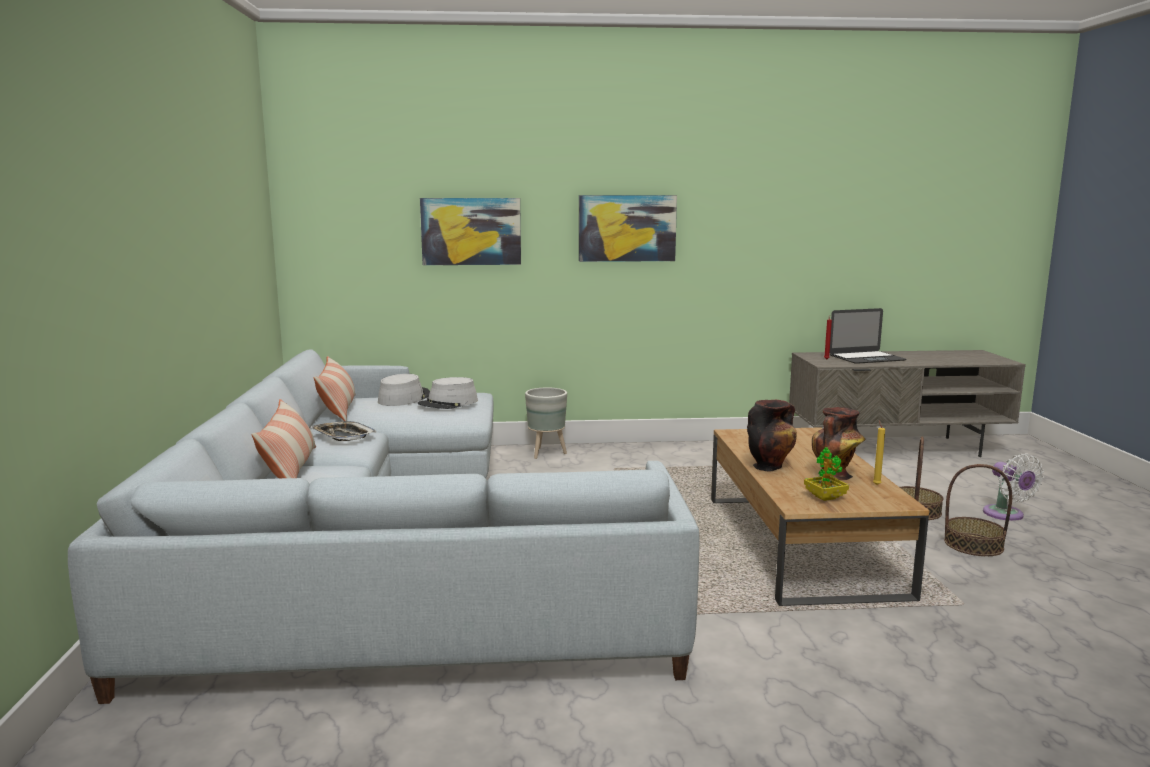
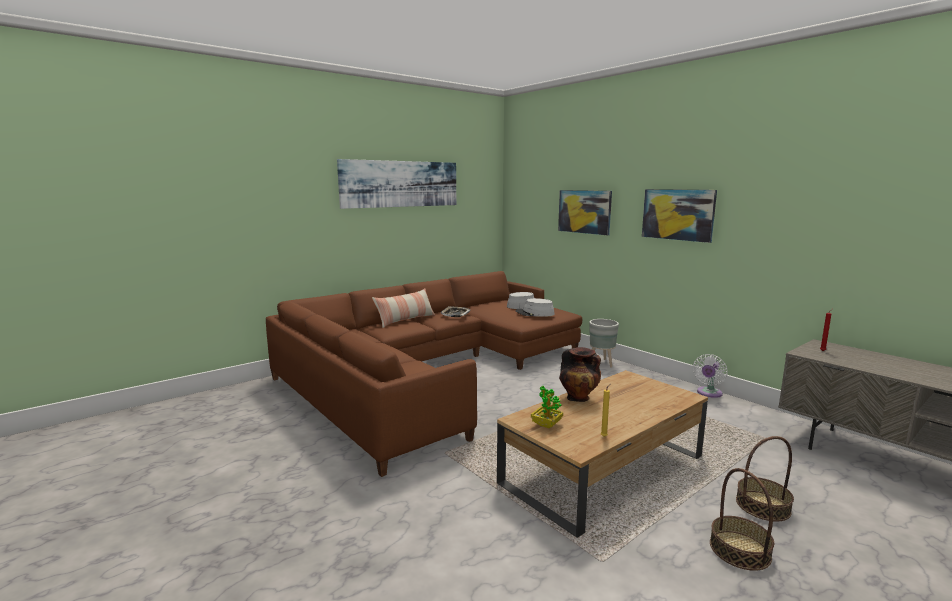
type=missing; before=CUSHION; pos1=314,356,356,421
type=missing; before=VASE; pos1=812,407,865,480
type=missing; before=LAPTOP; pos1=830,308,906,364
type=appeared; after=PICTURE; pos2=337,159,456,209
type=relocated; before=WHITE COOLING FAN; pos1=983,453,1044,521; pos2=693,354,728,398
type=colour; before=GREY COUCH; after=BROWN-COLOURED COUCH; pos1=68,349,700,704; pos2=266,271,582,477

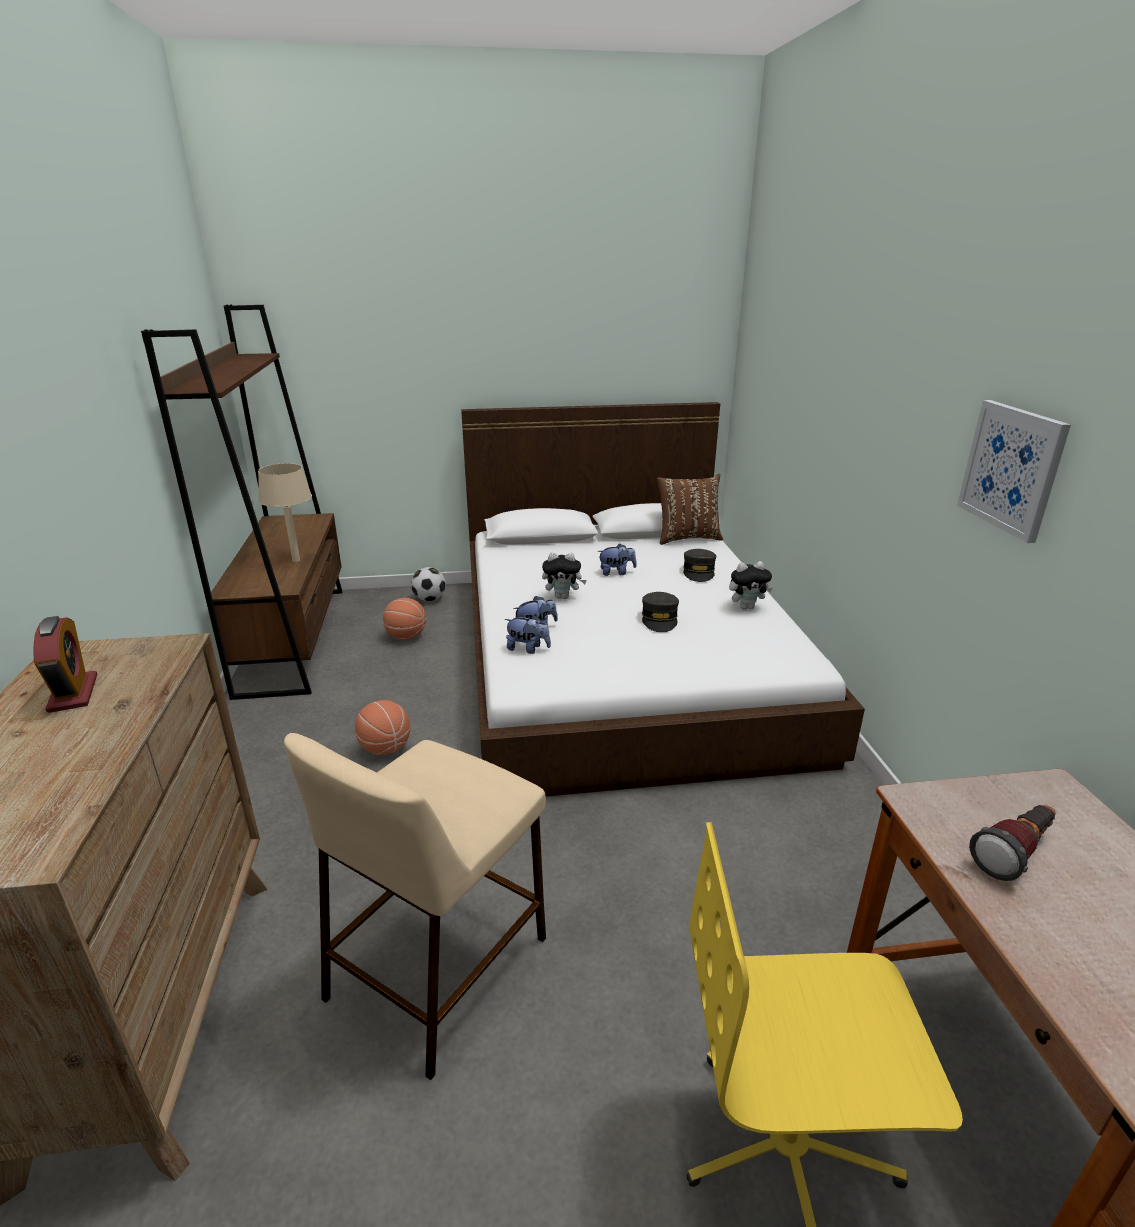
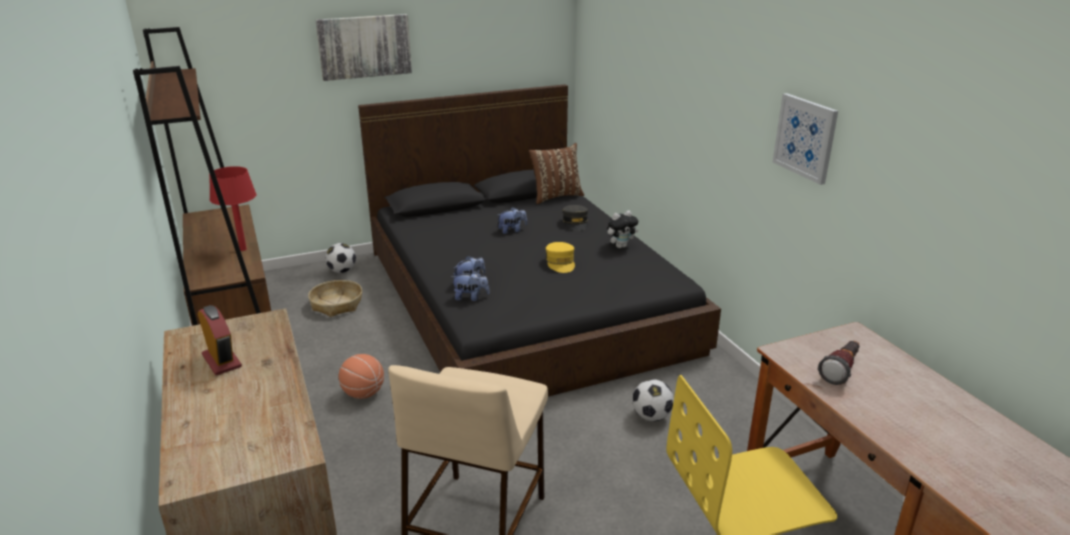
type=missing; before=PLUSH TOY; pos1=542,552,587,599
type=appeared; after=PICTURE; pos2=315,14,412,81
type=appeared; after=FOOTBALL BALL; pos2=632,379,674,421
type=exchanged; before=BALL FOR BASKETBALL; after=HOUSEHOLD BASKET; pos1=383,598,426,640; pos2=308,280,362,317
type=colour; before=BEIGE LAMP FOR A TABLE; after=RED-COLOURED LAMP FOR A TABLE; pos1=258,463,312,562; pos2=209,166,256,251
type=colour; before=WHITE BED; after=BLACKISH BED; pos1=461,402,865,796; pos2=358,84,721,397
type=colour; before=GREY PEAKED CAP; after=YELLOW PEAKED CAP; pos1=642,592,679,632; pos2=546,242,575,273

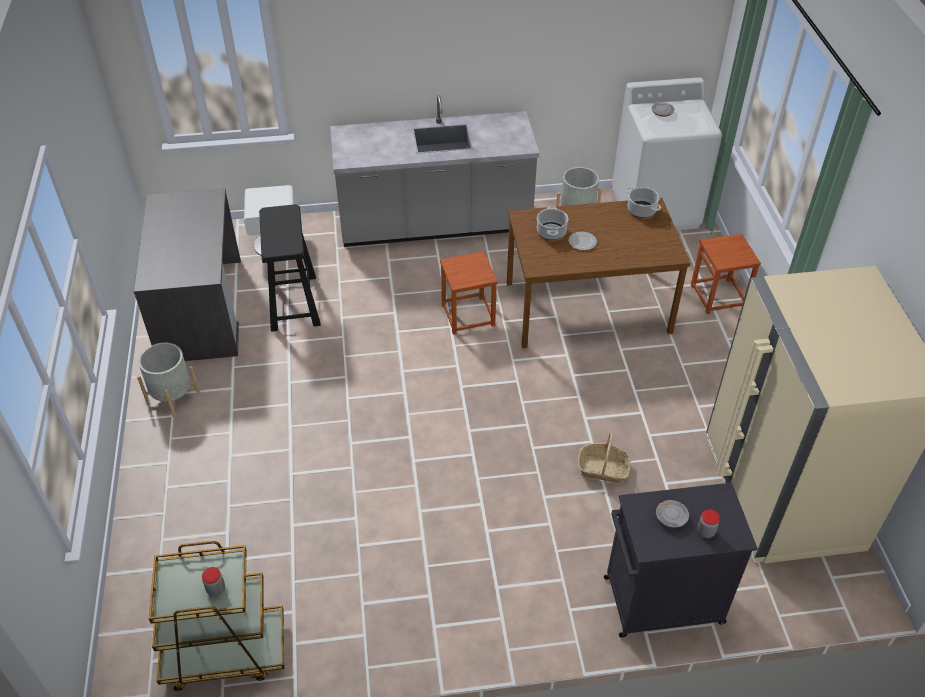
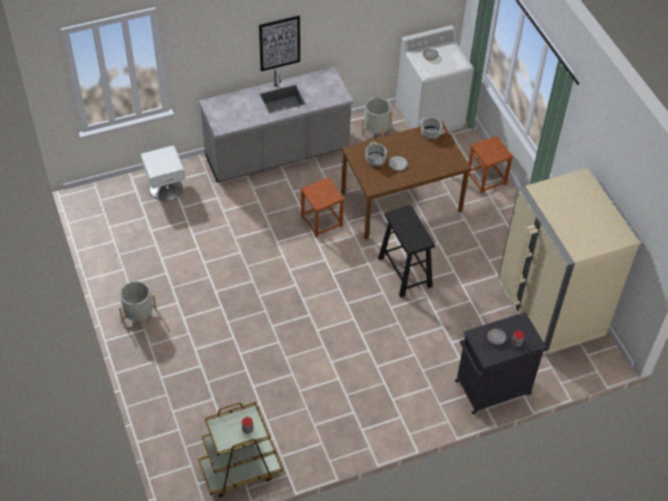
type=missing; before=GREY DESK; pos1=134,188,241,361
type=missing; before=HOUSEHOLD BASKET; pos1=578,432,631,483
type=appeared; after=PICTURE; pos2=259,15,300,71
type=relocated; before=BLACKISH STOOL SEAT; pos1=259,204,321,332; pos2=378,205,435,298

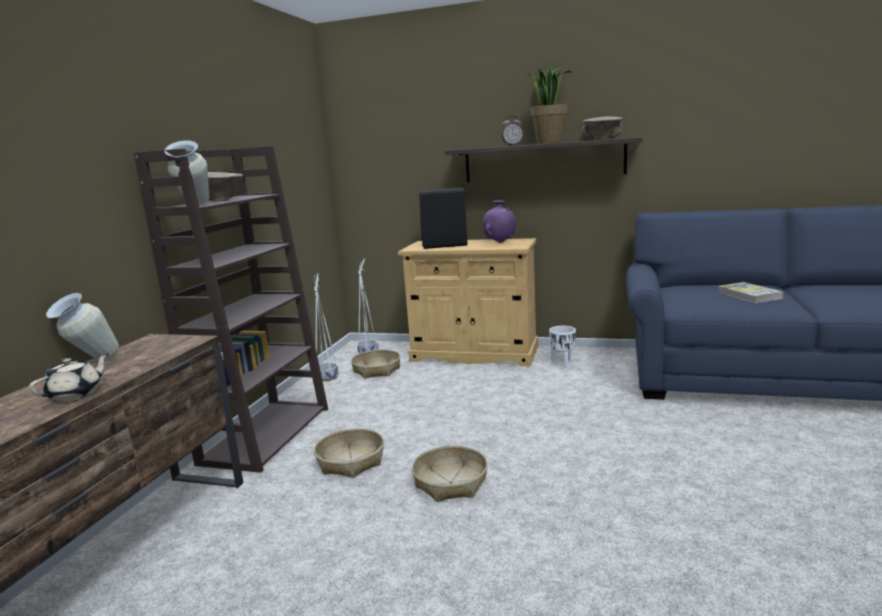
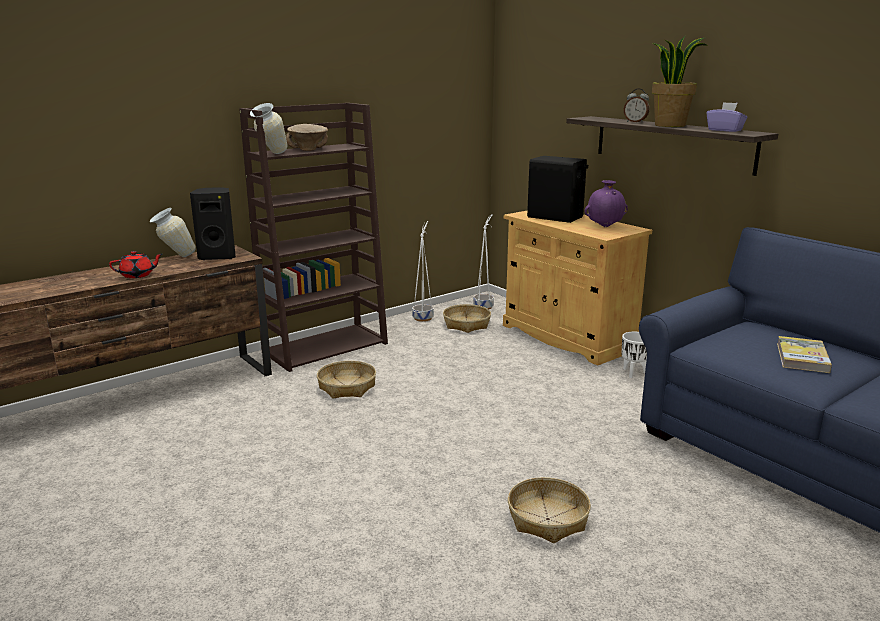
type=appeared; after=BLACKISH SPEAKER; pos2=190,187,236,260
type=relocated; before=HOUSEHOLD BASKET; pos1=412,446,488,502; pos2=508,477,591,543
type=exchanged; before=BEIGE DEEP DISH; after=PURPLE TISSUE HOLDER; pos1=582,117,622,140; pos2=707,102,748,132
type=colour; before=BEIGE POT FOR TEA; after=RED-COLOURED POT FOR TEA; pos1=29,353,109,402; pos2=109,251,162,278

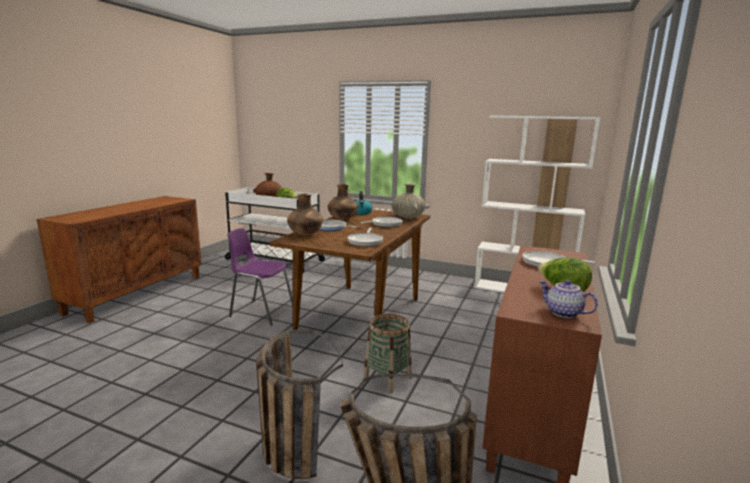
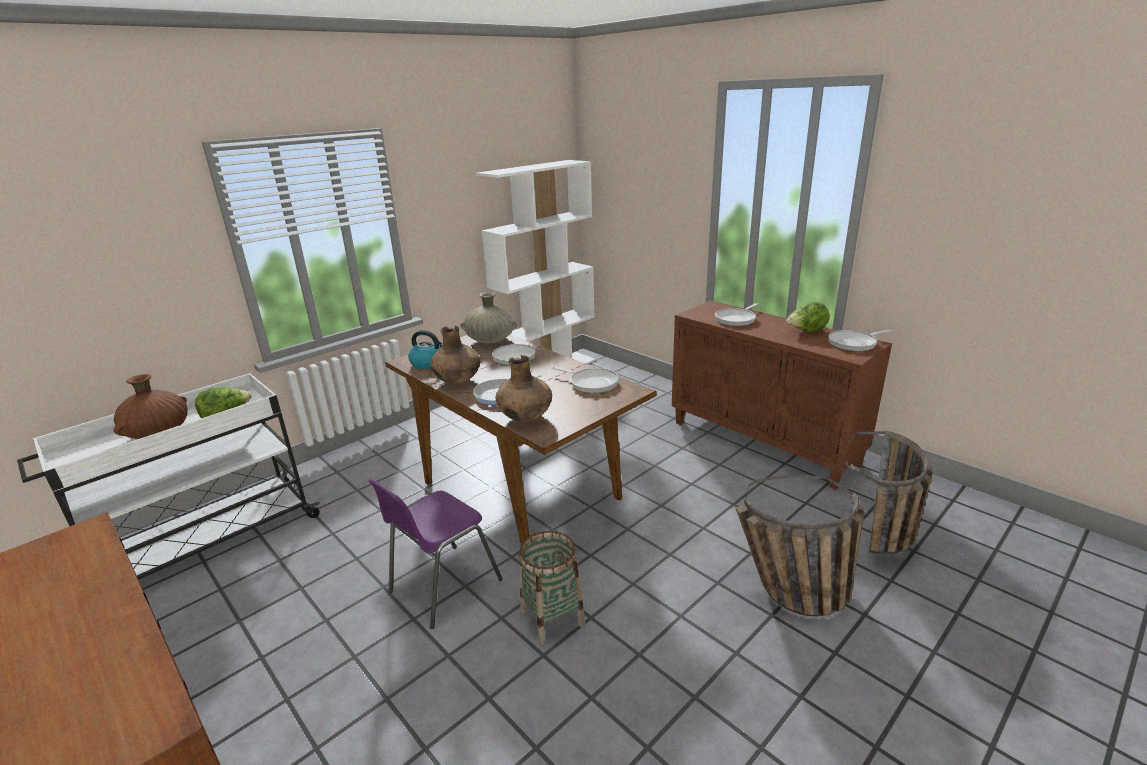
type=relocated; before=HOUSEHOLD BASKET; pos1=363,314,412,393; pos2=519,531,585,645
type=exchanged; before=POT FOR TEA; after=FRYING PAN; pos1=539,280,598,318; pos2=828,330,892,351

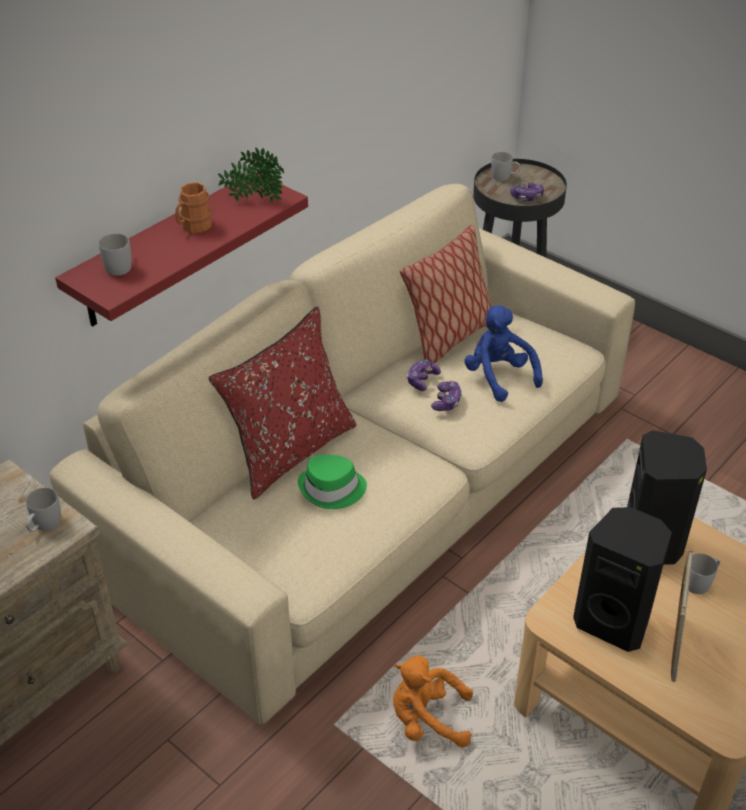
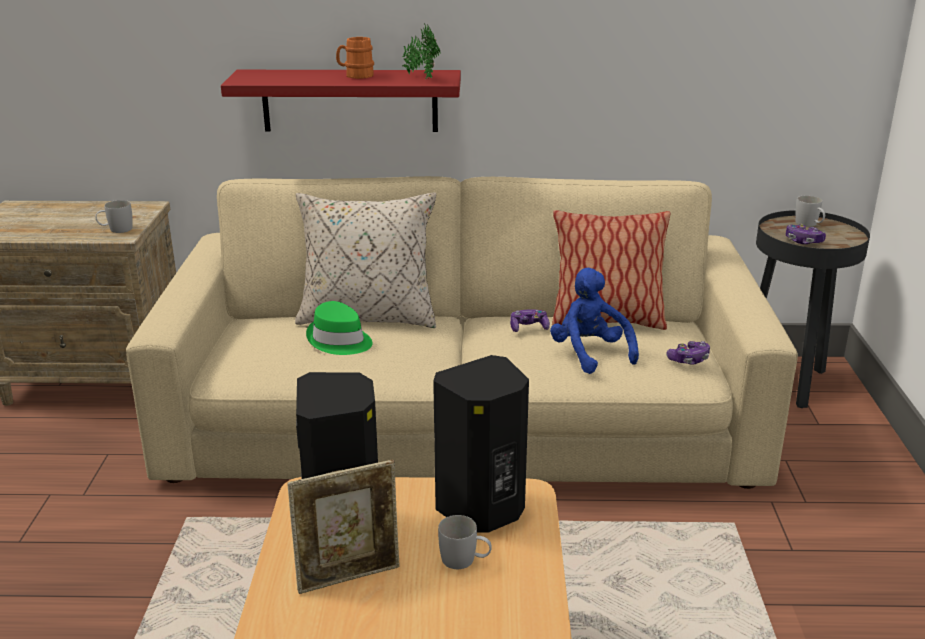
type=missing; before=WHITE MUG; pos1=98,234,132,276
type=missing; before=ORANGEY PLUSH TOY; pos1=393,655,473,748
type=relocated; before=JOYPAD; pos1=431,381,462,411; pos2=667,341,710,365
type=colour; before=RED-COLOURED CUSHION; after=BEIGE CUSHION; pos1=209,307,357,500; pos2=295,192,436,328
type=spun; before=BLUISH PLUSH TOY; pos1=464,305,543,402; pos2=550,268,639,374; turn=-45

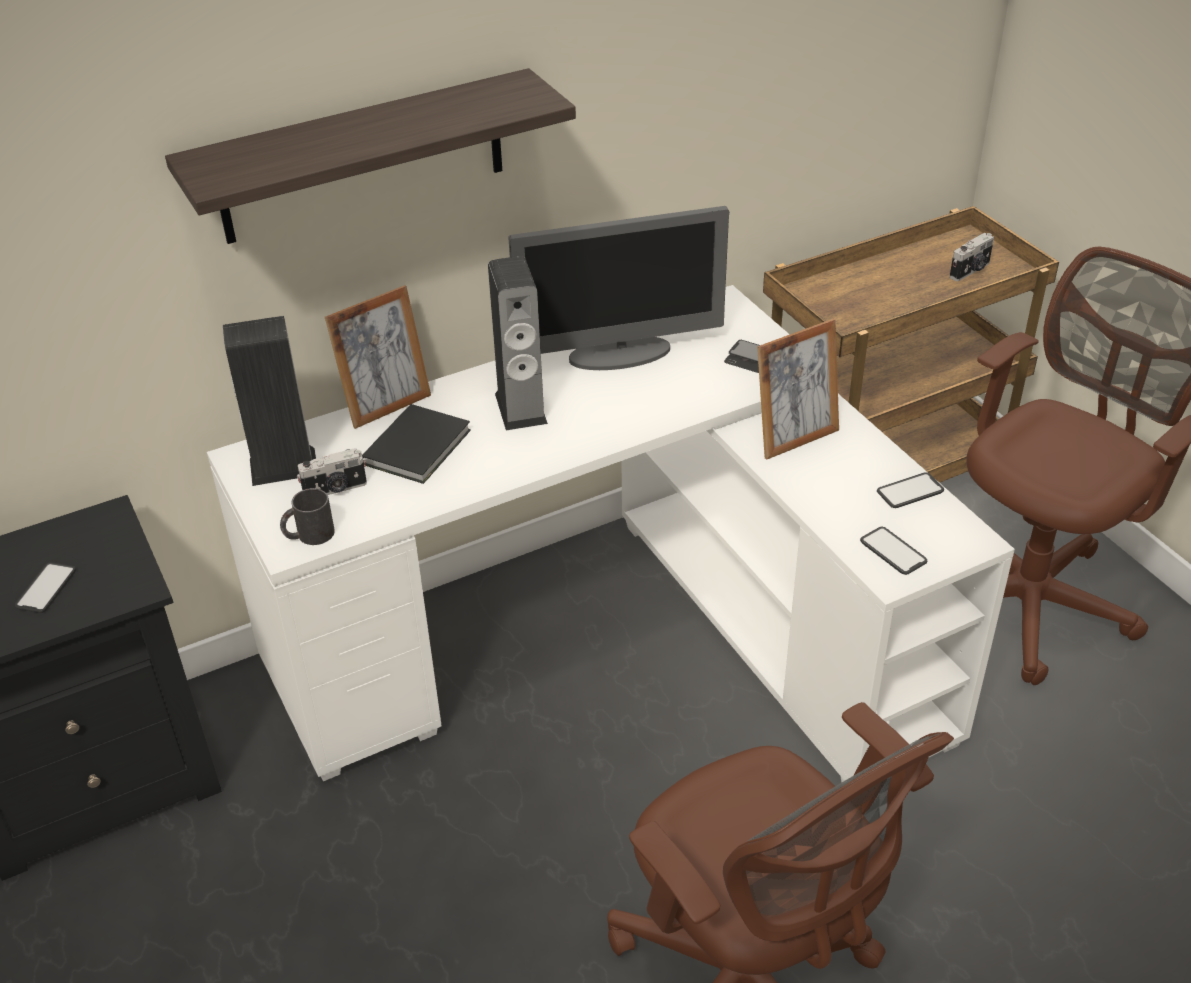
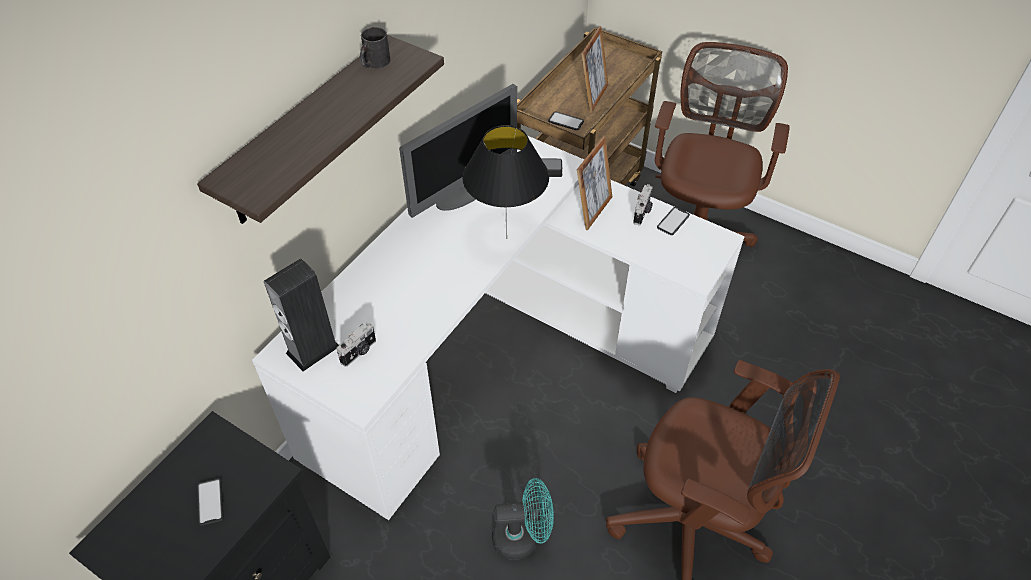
type=missing; before=BLACKISH BOUND BOOK; pos1=362,404,471,484
type=missing; before=SPEAKER; pos1=488,256,548,430
type=appeared; after=BLACKISH LAMP FOR A TABLE; pos2=462,125,549,239
type=appeared; after=BLUE-GREEN COOLING FAN; pos2=492,478,554,560
type=relocated; before=BLACKISH MUG; pos1=280,488,335,545; pos2=360,27,390,68
type=relocated; before=PHOTO FRAME; pos1=325,285,431,429; pos2=581,26,608,113
type=relocated; before=PHONE; pos1=860,527,927,575; pos2=548,112,584,130
type=relocated; before=STILL CAMERA; pos1=949,233,994,281; pos2=633,184,653,225

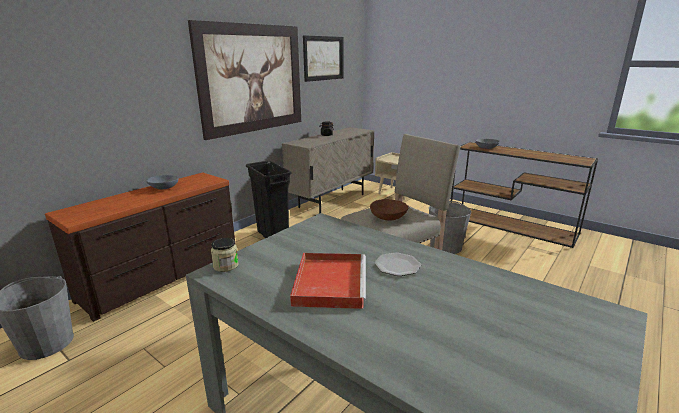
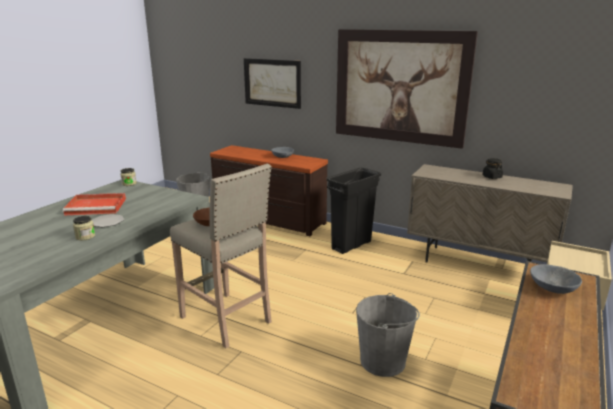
type=appeared; after=PRESERVE JAR; pos2=73,216,95,240
type=relocated; before=PICTURE; pos1=303,35,344,82; pos2=244,58,301,109

